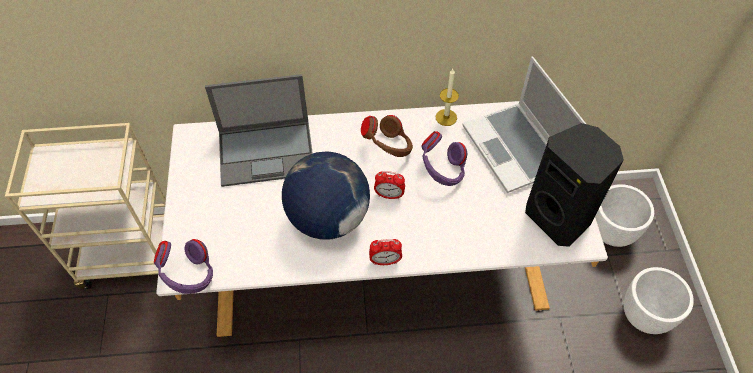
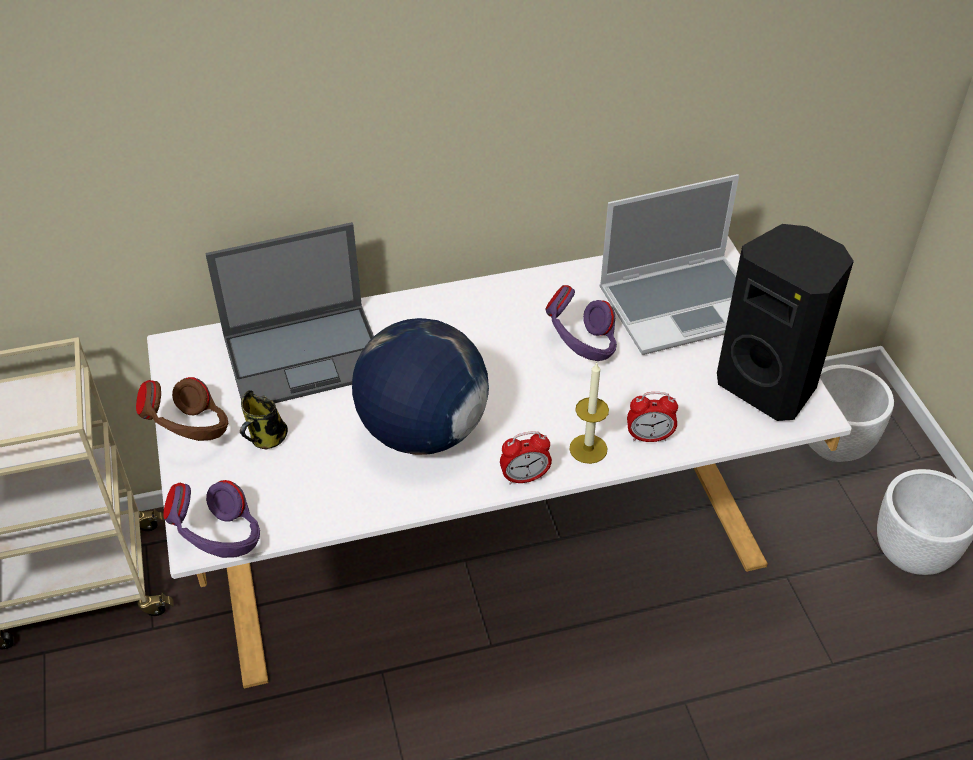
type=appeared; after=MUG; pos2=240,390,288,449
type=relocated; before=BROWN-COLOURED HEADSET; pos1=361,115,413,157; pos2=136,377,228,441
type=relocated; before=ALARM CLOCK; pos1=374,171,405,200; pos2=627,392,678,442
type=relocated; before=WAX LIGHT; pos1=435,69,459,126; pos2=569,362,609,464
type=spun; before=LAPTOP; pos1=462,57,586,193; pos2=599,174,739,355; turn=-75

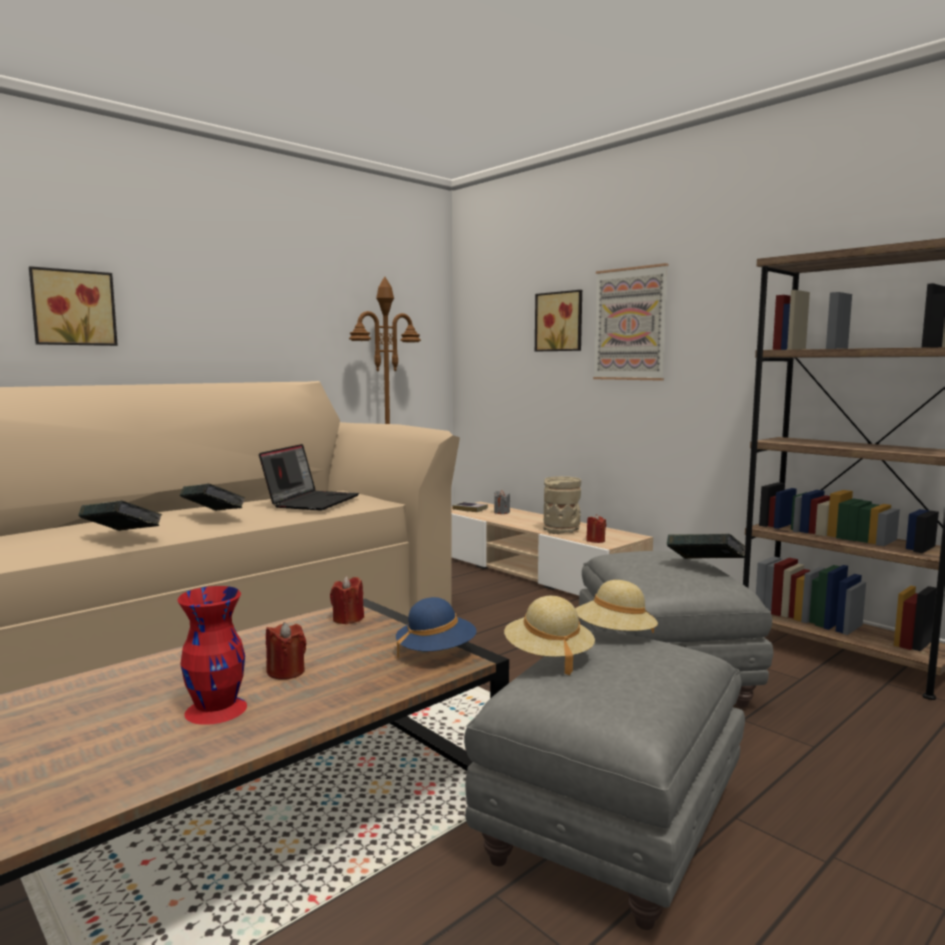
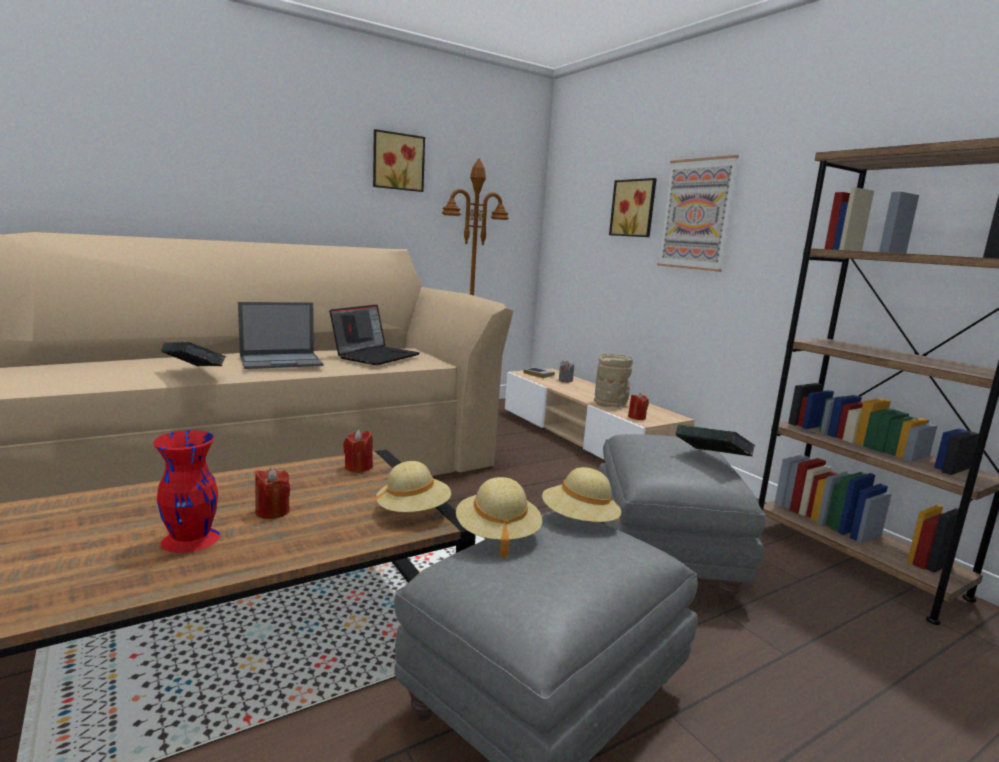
type=relocated; before=PICTURE; pos1=29,266,118,346; pos2=373,129,425,192
type=exchanged; before=BOUND BOOK; after=LAPTOP; pos1=180,484,246,511; pos2=238,302,323,369
type=colour; before=BLUISH HAT; after=BEIGE HAT; pos1=396,597,477,657; pos2=375,461,451,512

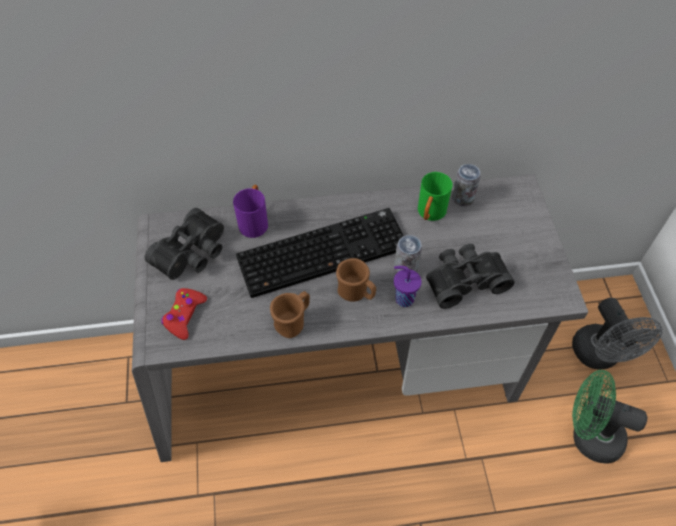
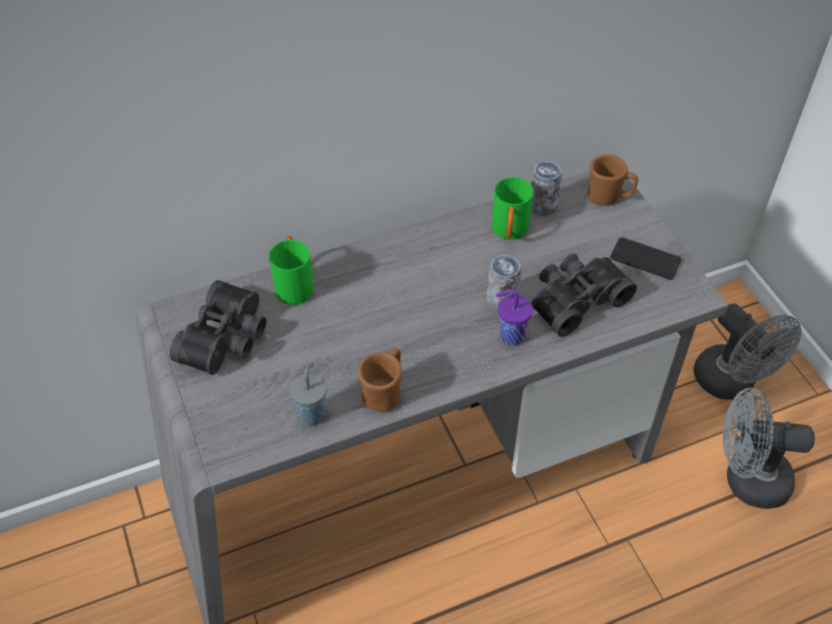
type=missing; before=RED-COLOURED JOYPAD; pos1=161,288,207,340
type=missing; before=PC KEYBOARD; pos1=236,208,404,298
type=appeared; after=GREY SMALL CUP; pos2=290,363,327,426
type=appeared; after=PHONE; pos2=610,237,681,280
type=relocated; before=BROWN-COLOURED MUG; pos1=336,258,376,302; pos2=588,155,638,206
type=colour; before=PURPLE MUG; after=GREEN-COLOURED MUG; pos1=233,185,268,238; pos2=269,236,314,305
type=colour; before=GREEN-COLOURED COOLING FAN; after=GREY COOLING FAN; pos1=572,370,647,463; pos2=723,388,815,509

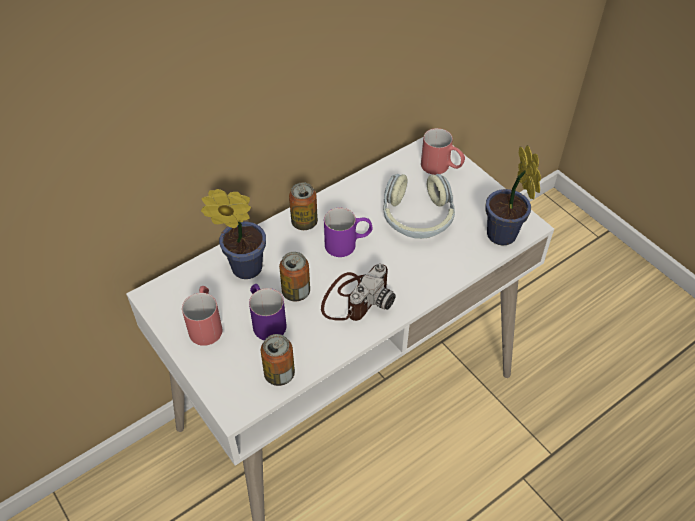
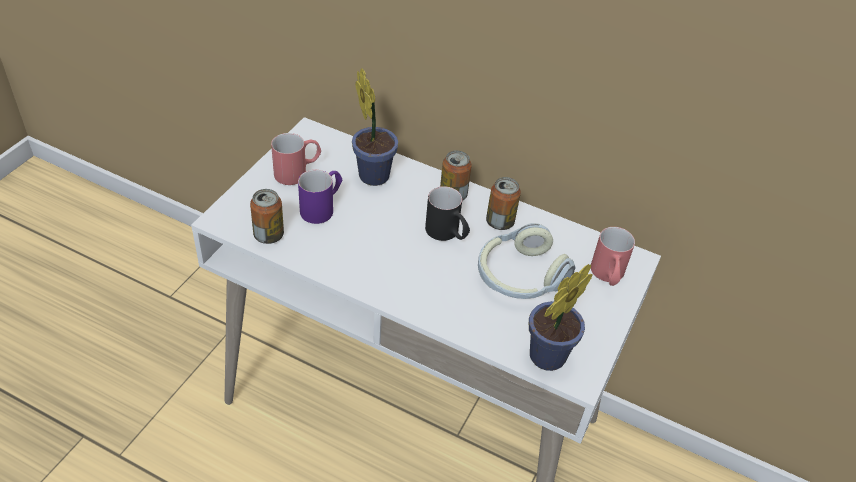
type=missing; before=STILL CAMERA; pos1=321,264,396,321
type=relocated; before=CAN; pos1=279,252,310,302; pos2=486,177,521,230
type=colour; before=PURPLE MUG; after=BLACKISH MUG; pos1=324,208,373,257; pos2=425,186,470,241

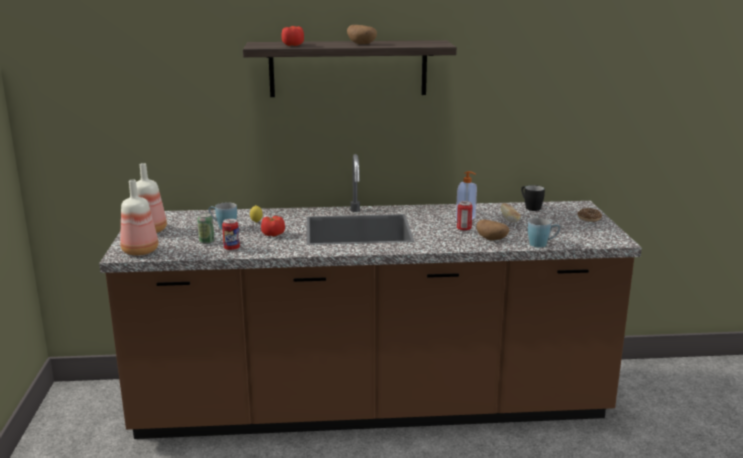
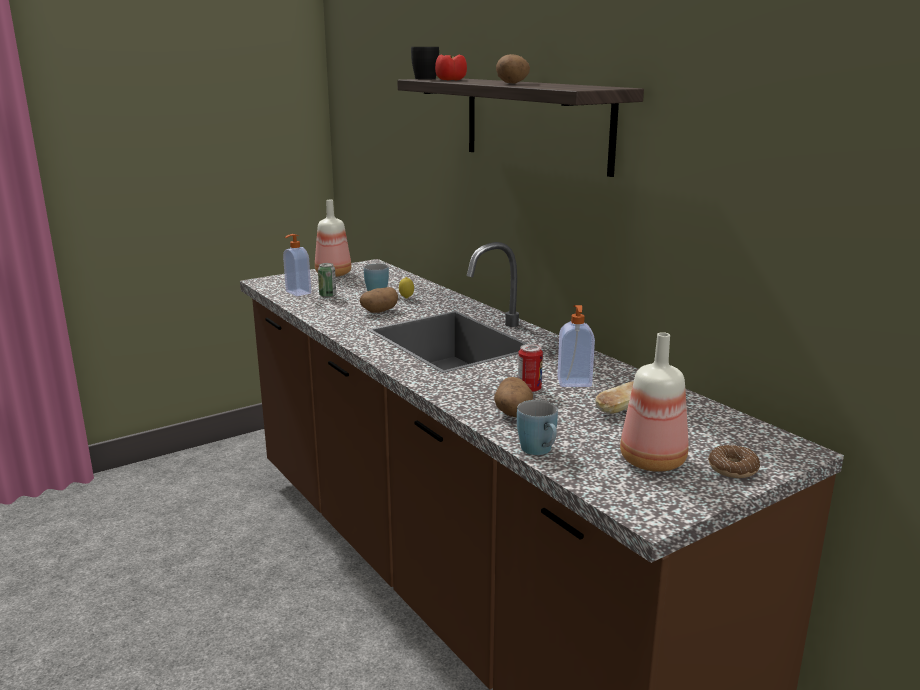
type=missing; before=CAN; pos1=222,219,240,251
type=appeared; after=SOAP BOTTLE; pos2=283,234,311,296
type=relocated; before=BOTTLE; pos1=120,180,158,256; pos2=620,332,688,472
type=relocated; before=BLACKISH MUG; pos1=521,185,545,211; pos2=411,47,439,79
type=exchanged; before=TOMATO; after=POTATO; pos1=261,216,285,237; pos2=360,287,398,313

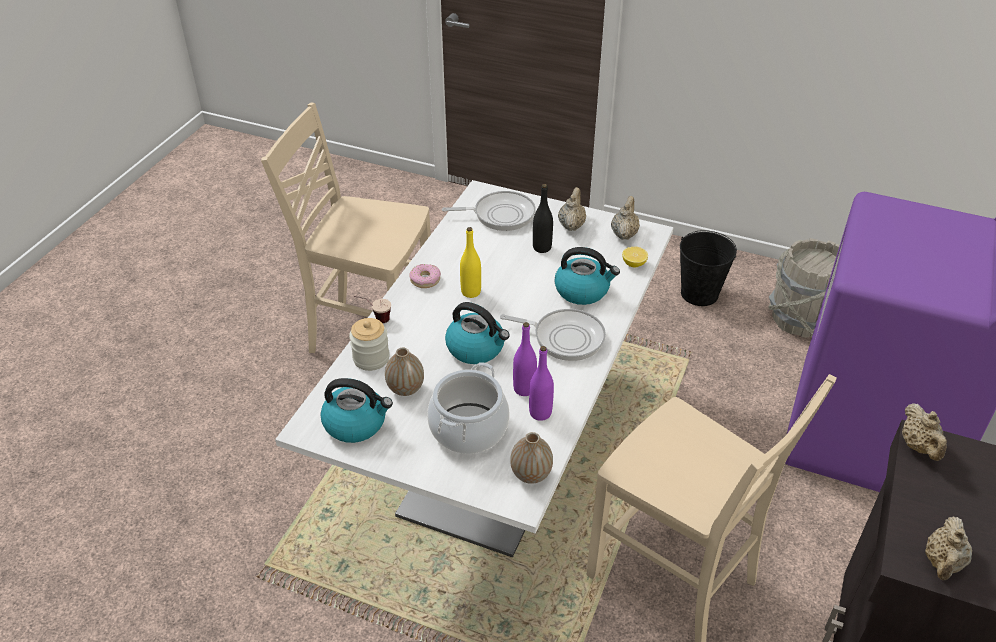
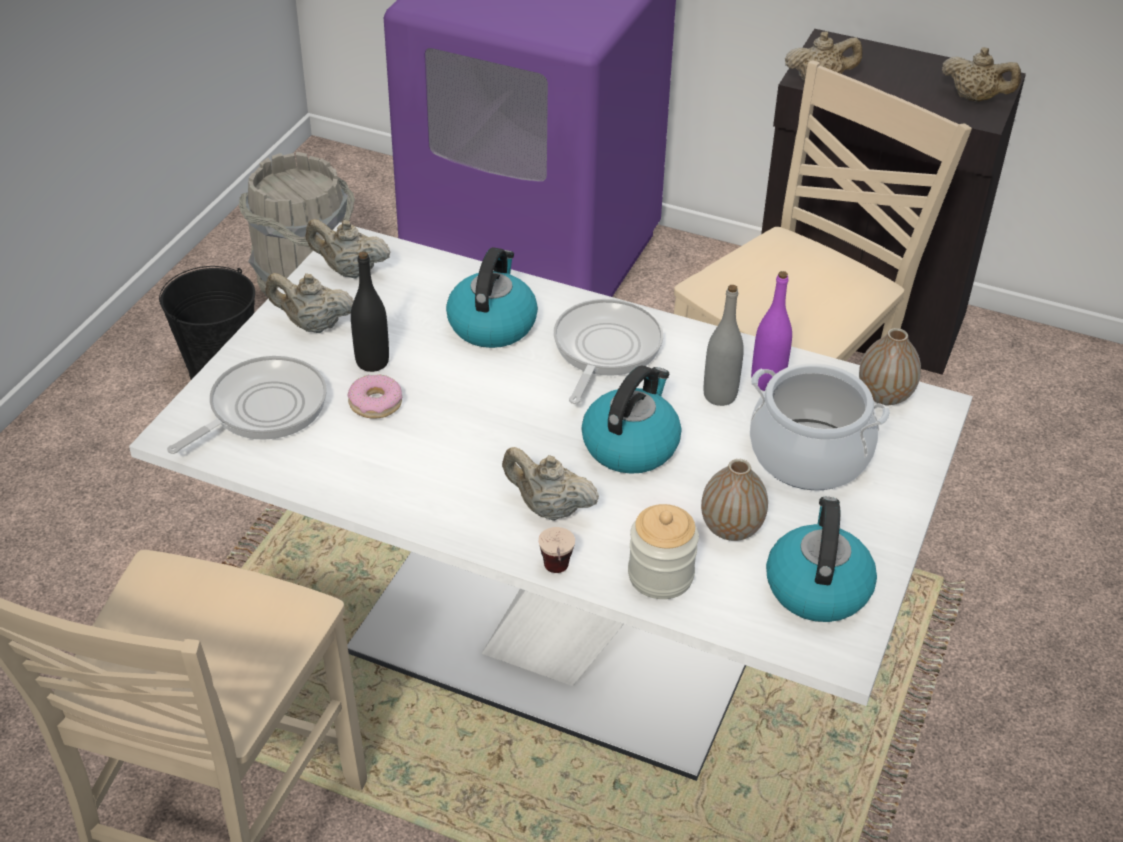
type=missing; before=YELLOW BOTTLE; pos1=460,227,481,298
type=missing; before=WHOLE LEMON; pos1=622,247,648,268
type=appeared; after=BEIGE POT FOR TEA; pos2=502,447,599,521
type=relocated; before=DONUT; pos1=410,264,441,288; pos2=347,375,402,419
type=colour; before=PURPLE BOTTLE; after=GREY BOTTLE; pos1=513,322,537,396; pos2=703,285,744,406
type=spun; before=FRYING PAN; pos1=442,191,535,231; pos2=167,356,327,454; turn=45

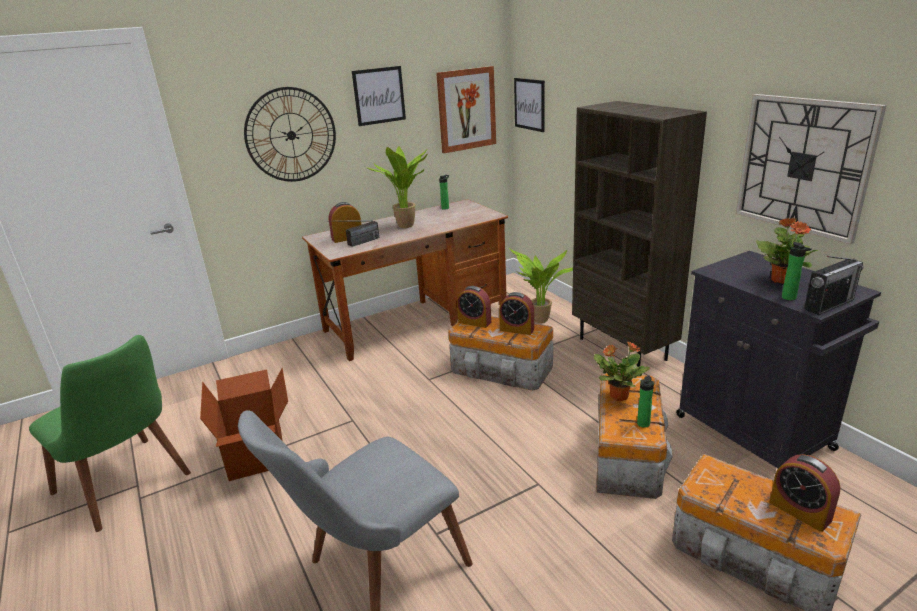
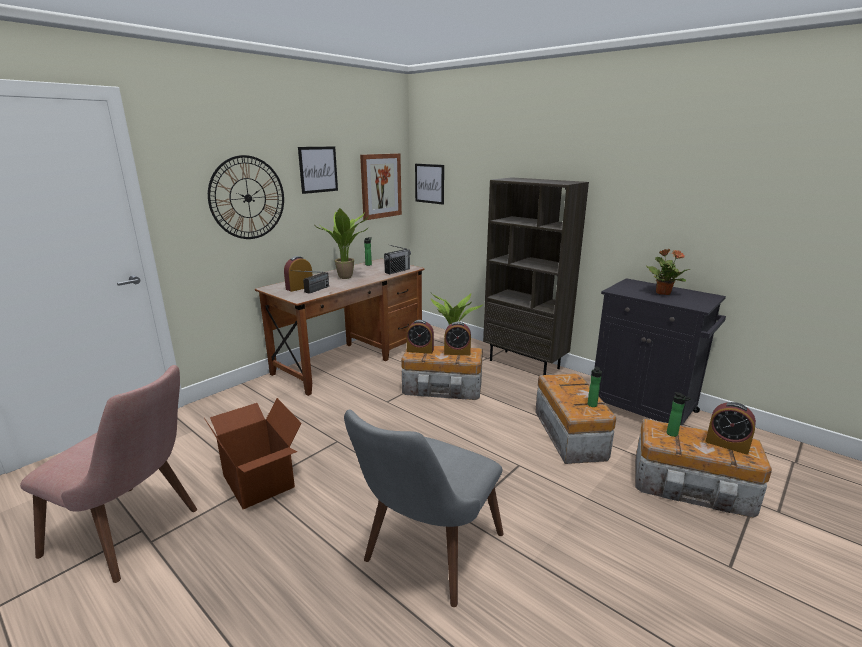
type=missing; before=POTTED PLANT; pos1=594,342,650,401
type=missing; before=WALL CLOCK; pos1=736,94,887,245
type=relocated; before=BOTTLE; pos1=782,242,811,300; pos2=667,392,691,437
type=relocated; before=RADIO SET; pos1=804,256,863,315; pos2=384,245,411,274
type=colour; before=GREEN-COLOURED PLAIN CHAIR; after=PINK PLAIN CHAIR; pos1=29,335,191,532; pos2=20,365,197,583

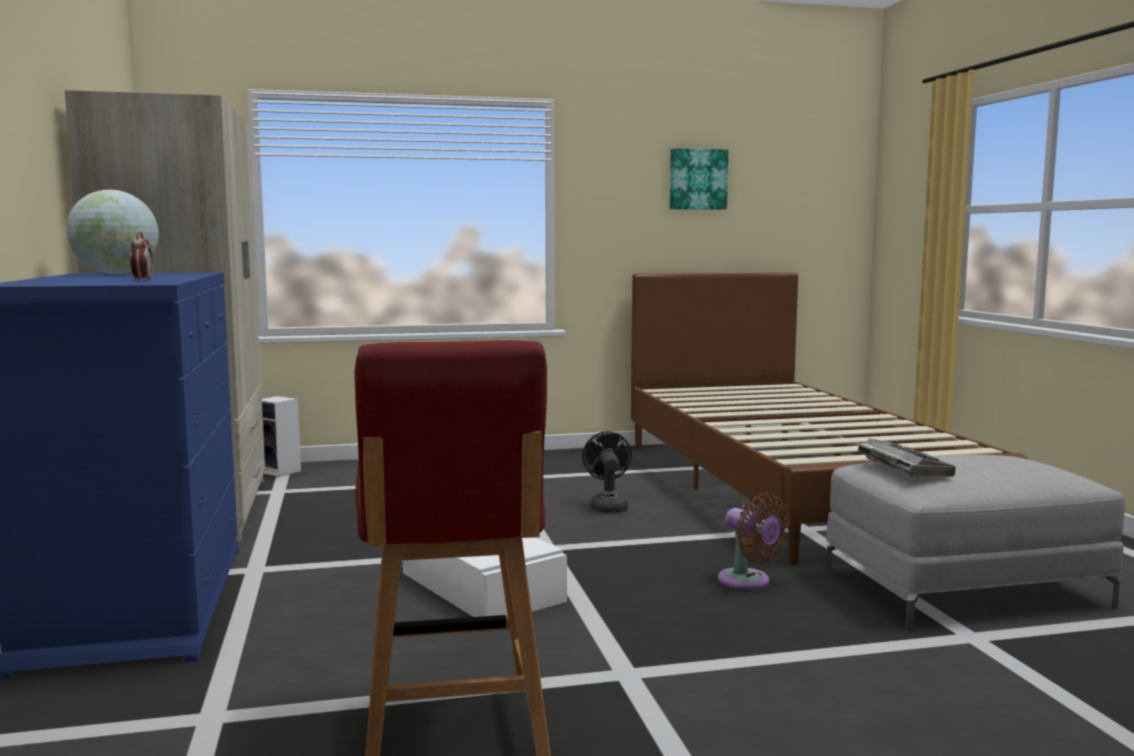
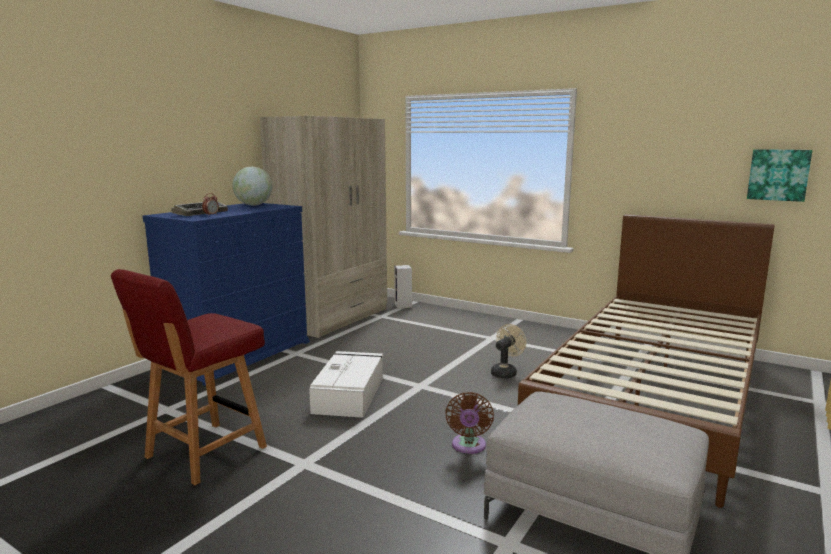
type=relocated; before=PICTURE; pos1=670,148,728,210; pos2=747,149,812,202
type=relocated; before=PC KEYBOARD; pos1=858,438,956,478; pos2=171,202,228,216
type=colour; before=BLACKISH COOLING FAN; after=BEIGE COOLING FAN; pos1=582,432,632,513; pos2=491,324,526,379

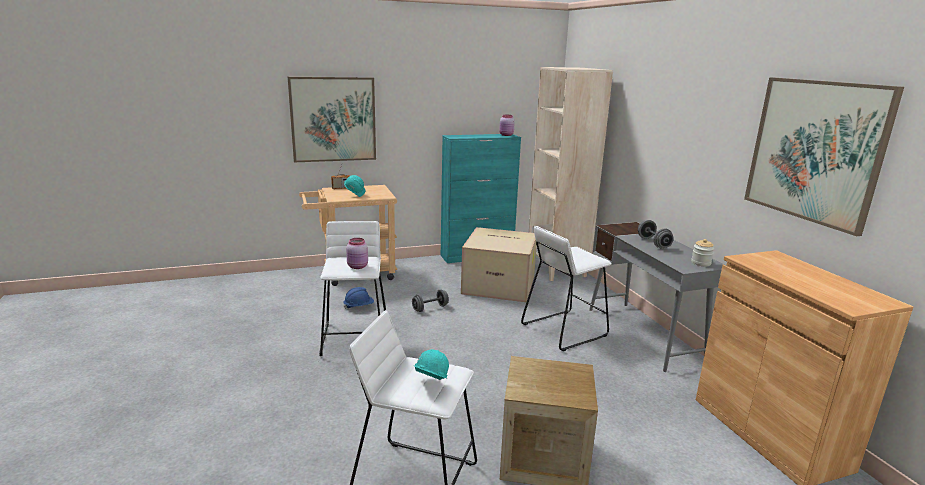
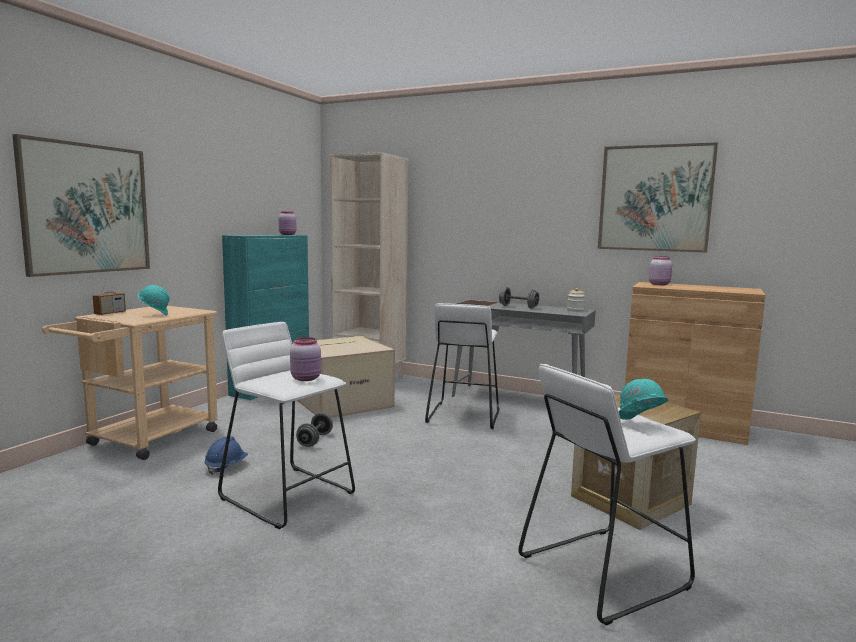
type=appeared; after=PINK PRESERVE JAR; pos2=649,256,672,285

